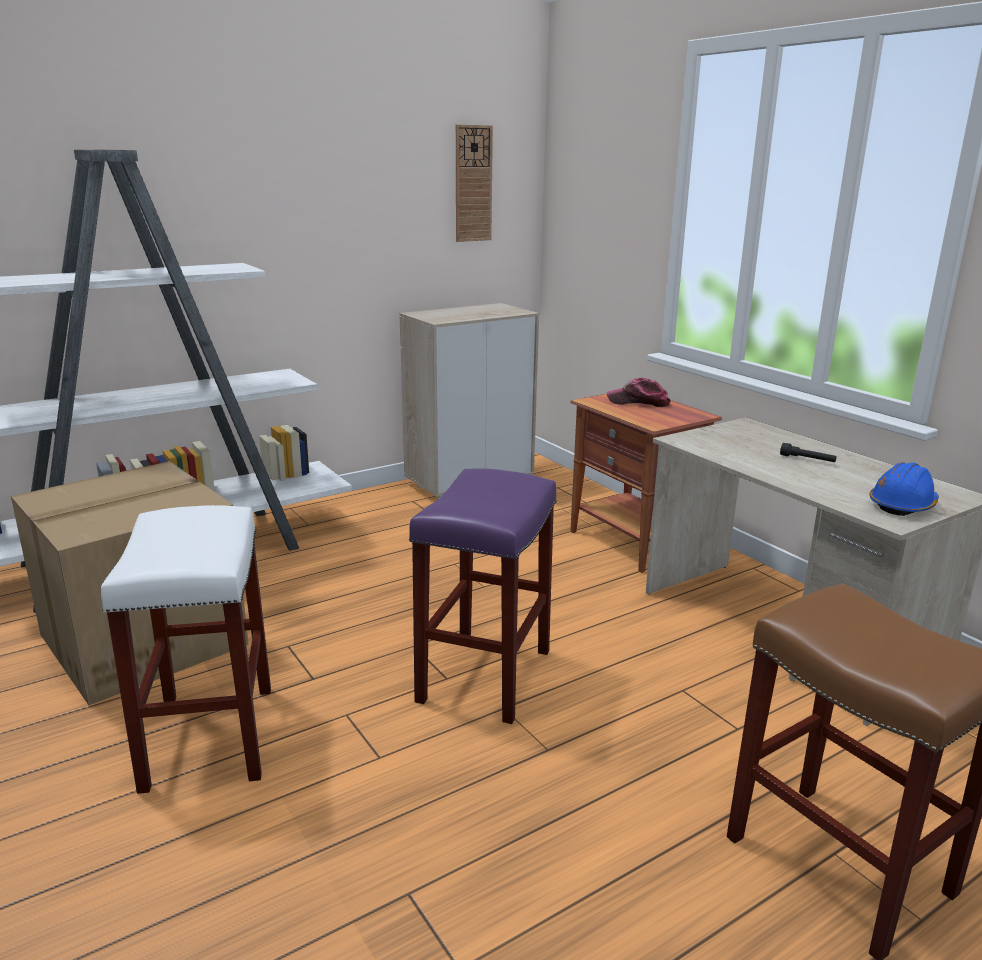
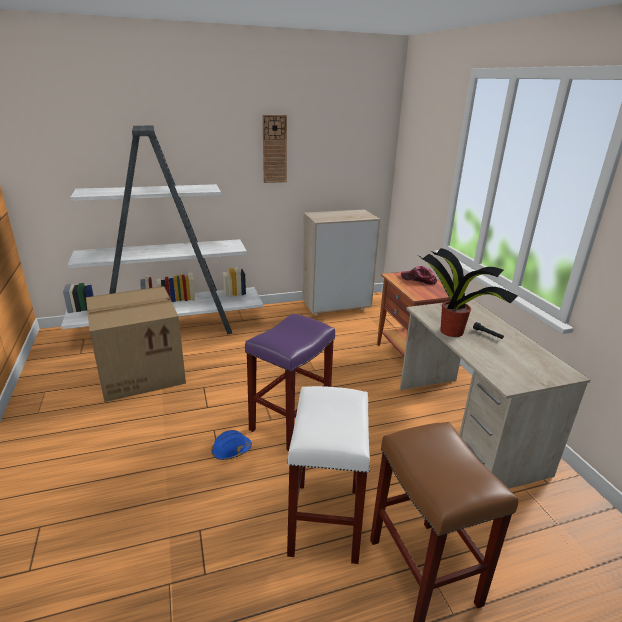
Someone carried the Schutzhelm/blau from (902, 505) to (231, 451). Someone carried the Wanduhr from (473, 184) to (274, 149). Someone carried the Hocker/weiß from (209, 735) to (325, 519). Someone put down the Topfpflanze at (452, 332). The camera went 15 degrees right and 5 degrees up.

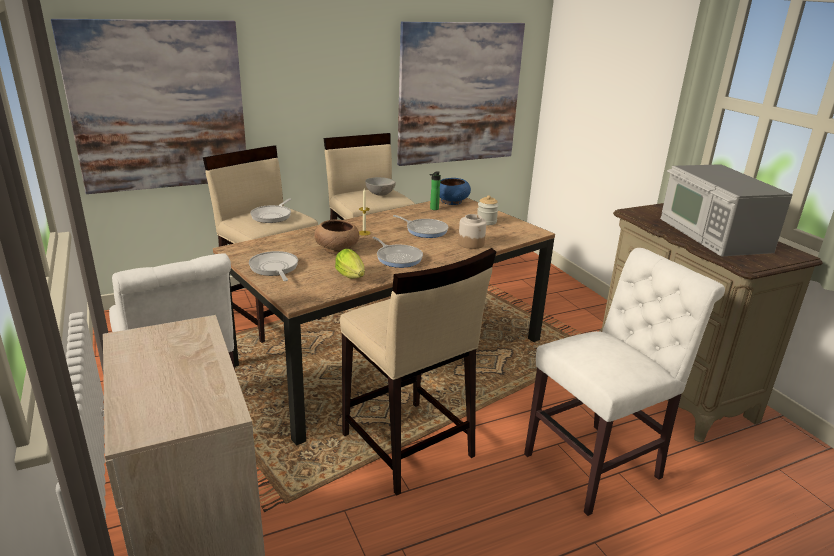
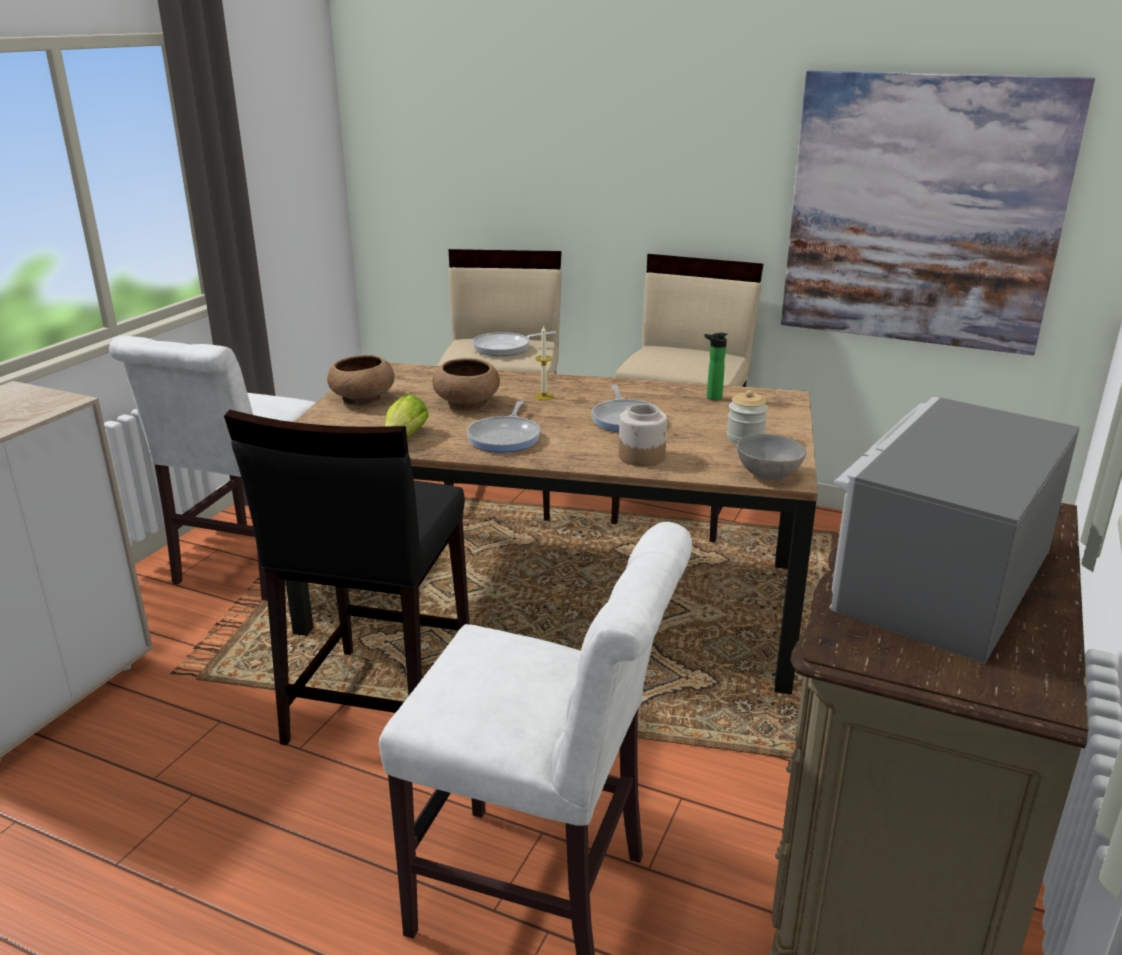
Someone repainted the Hocker/beige at (407, 446), which became the Hocker/schwarz at (378, 706). Someone swapped the Pfanne at (274, 268) for the Schüssel/braun at (362, 399). Someone carried the Schüssel/grau from (380, 194) to (769, 474). Someone took away the Bild at (159, 107). Someone took away the Schüssel/blau at (451, 202). The camera went 50 degrees right and 0 degrees up.

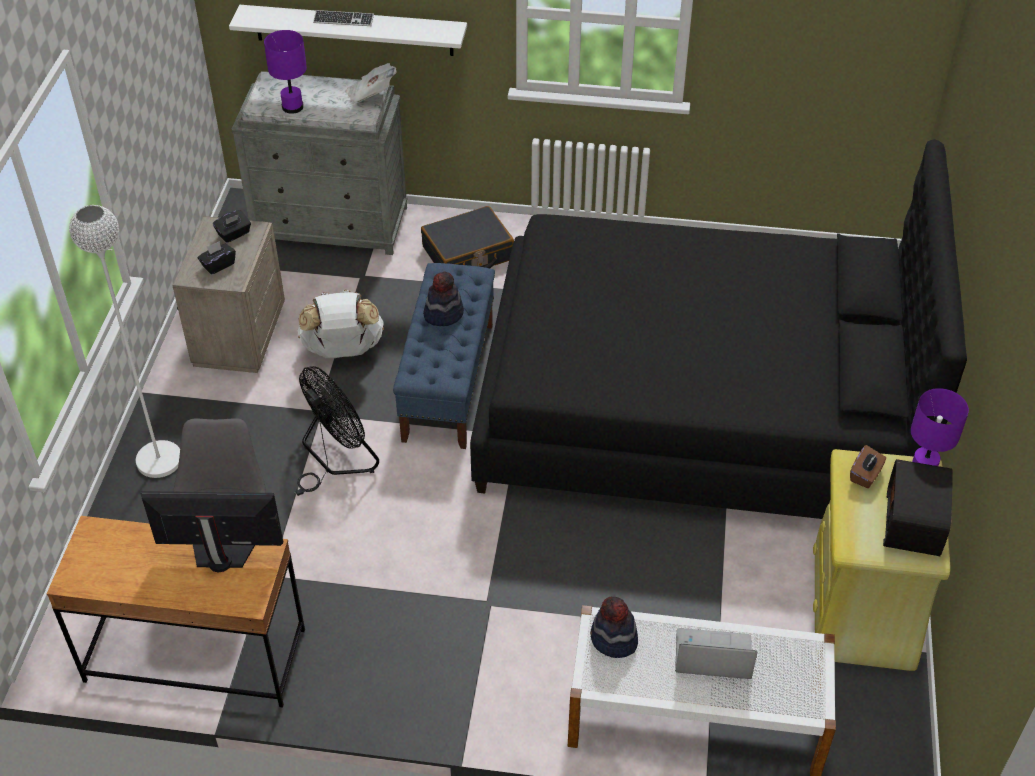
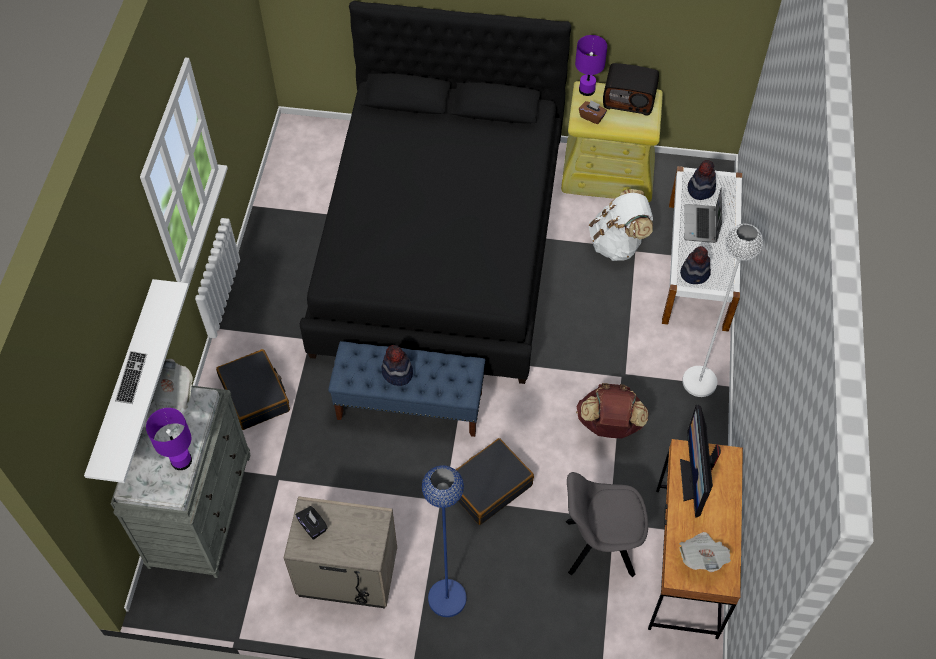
Someone put down the Stehlampe/blau at (447, 599). Someone swapped the Ventilator/schwarz at (330, 455) for the Koffer/schwarz at (489, 486). Someone put down the Rucksack/braun at (609, 425). Someone carried the Rucksack/weiß from (343, 350) to (617, 244). Someone put down the Zeitung at (702, 557). Someone carried the Stehlampe/weiß from (159, 460) to (699, 382). Someone put down the Hut at (700, 189). Someone took away the Taschentuchbox/schwarz at (218, 265). The camera went 90 degrees left and 10 degrees up.

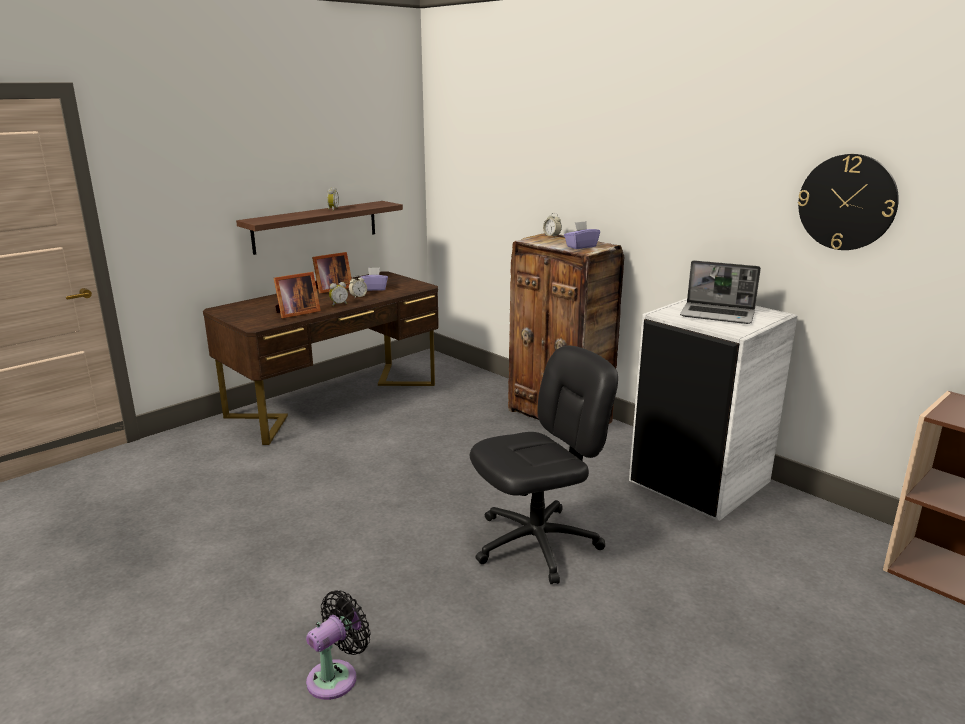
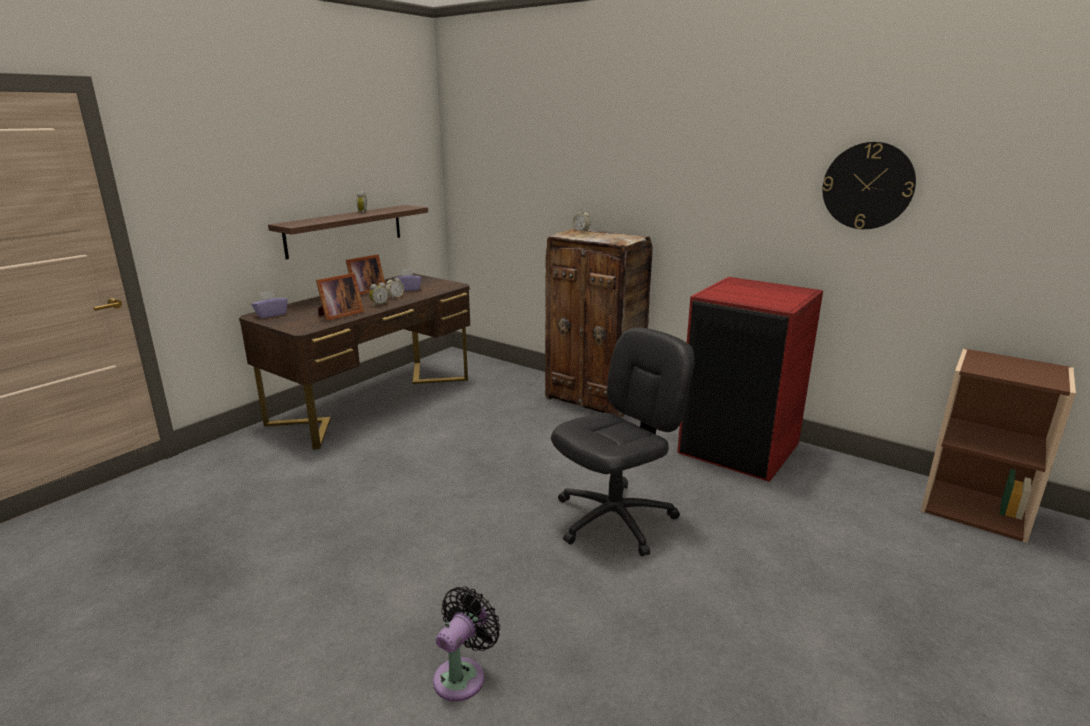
Someone carried the Taschentuchbox/lila from (581, 246) to (271, 314). Someone repainted the Schrank/weiß at (699, 482), which became the Schrank/rot at (739, 448). Someone took away the Laptop at (718, 315). The camera went 10 degrees left and 0 degrees up.

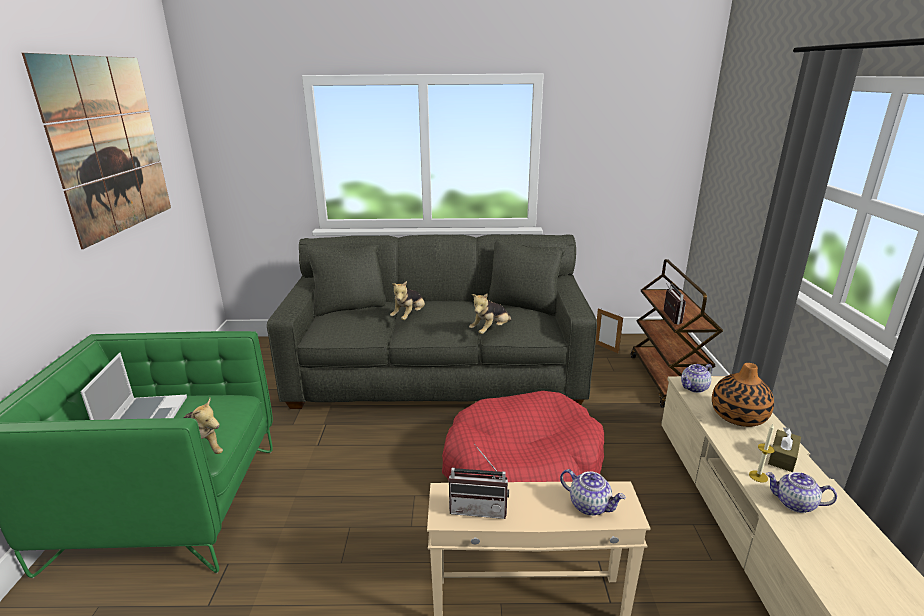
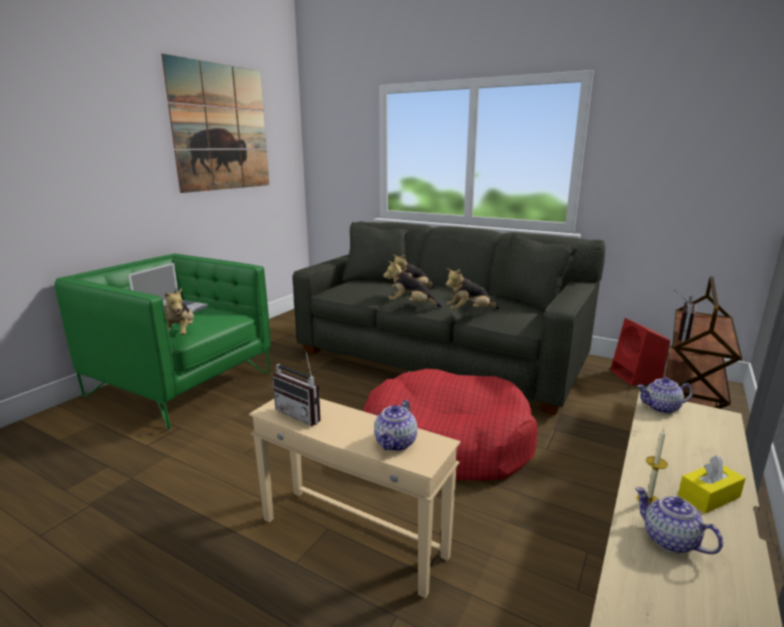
Someone rotated the Teekanne at (590, 505) by 45 degrees clockwise. Someone put down the Plüschtier at (411, 305). Someone swapped the Bilderrahmen at (606, 348) for the Lautsprecher/rot at (636, 377). Someone repainted the Taschentuchbox/braun at (782, 457), which became the Taschentuchbox/gelb at (708, 496). Someone took away the Vase at (738, 416). The camera went 30 degrees right and 5 degrees down.

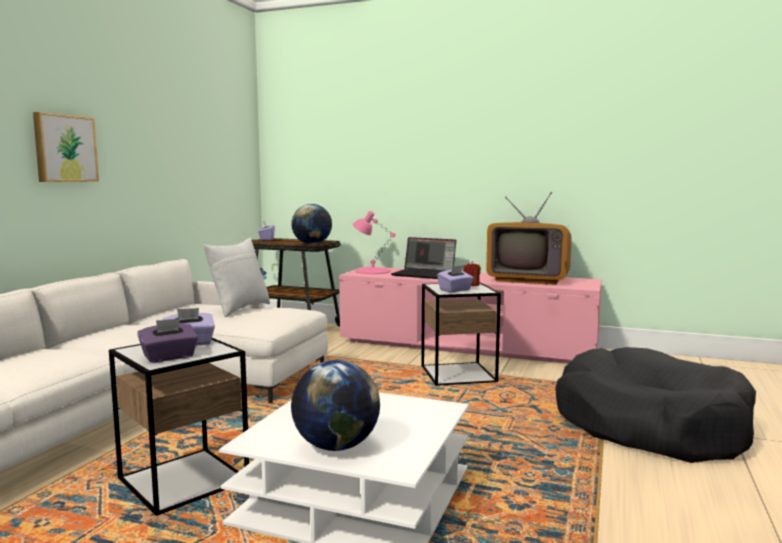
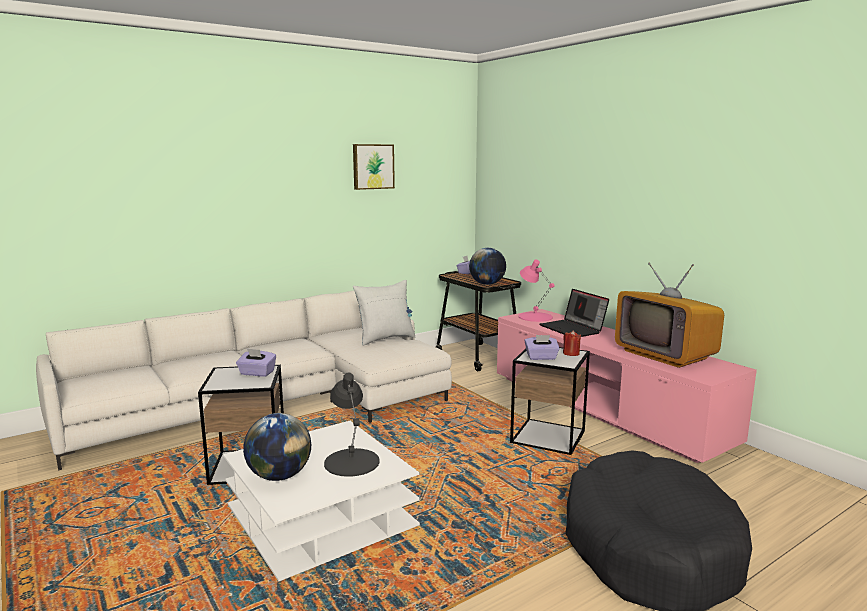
Someone put down the Tischlampe/schwarz at (352, 462). Someone carried the Bild from (64, 148) to (372, 166). Someone took away the Taschentuchbox/lila at (169, 357). The camera went 35 degrees right and 5 degrees up.

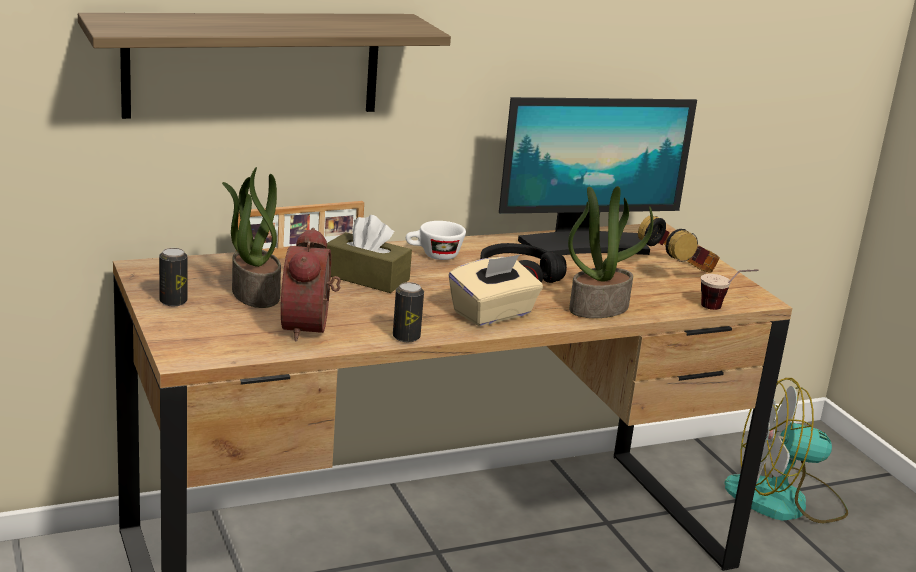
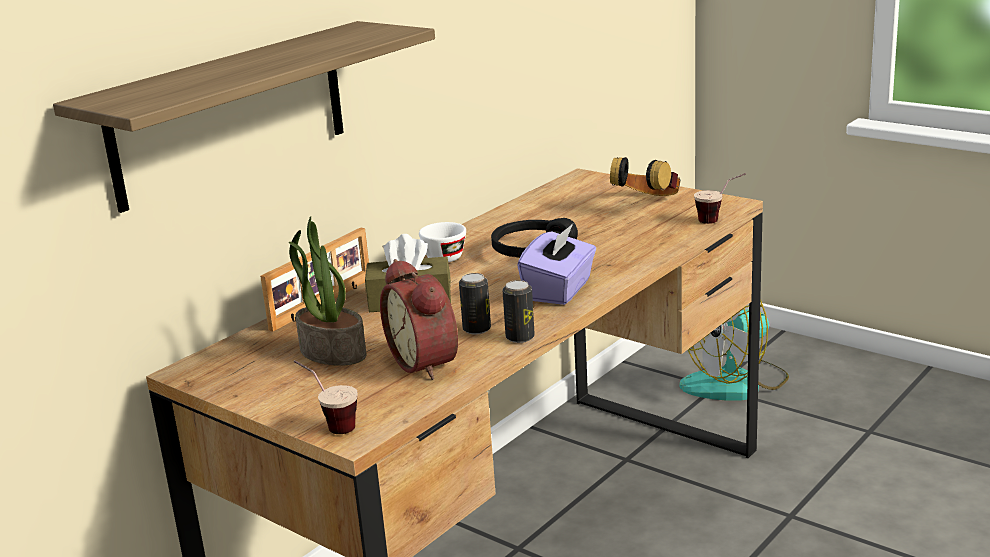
Someone put down the Tasse at (329, 425). Someone carried the Dose from (173, 301) to (477, 329). Someone repainted the Taschentuchbox/beige at (493, 314), which became the Taschentuchbox/lila at (559, 290). Someone took away the Monitor at (584, 245). Someone took away the Topfpflanze at (598, 307). The camera went 25 degrees left and 0 degrees up.

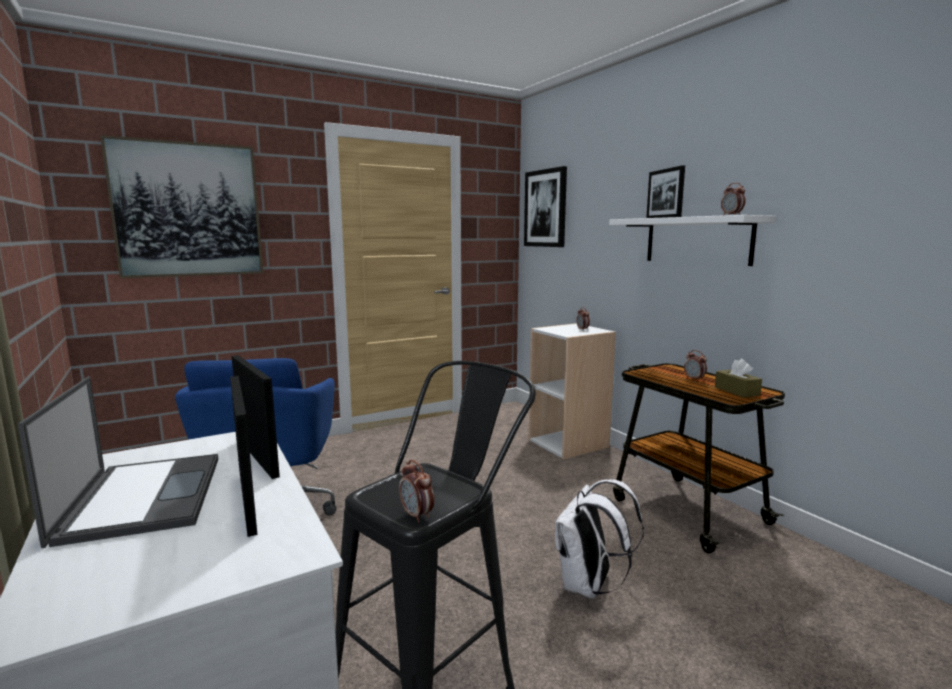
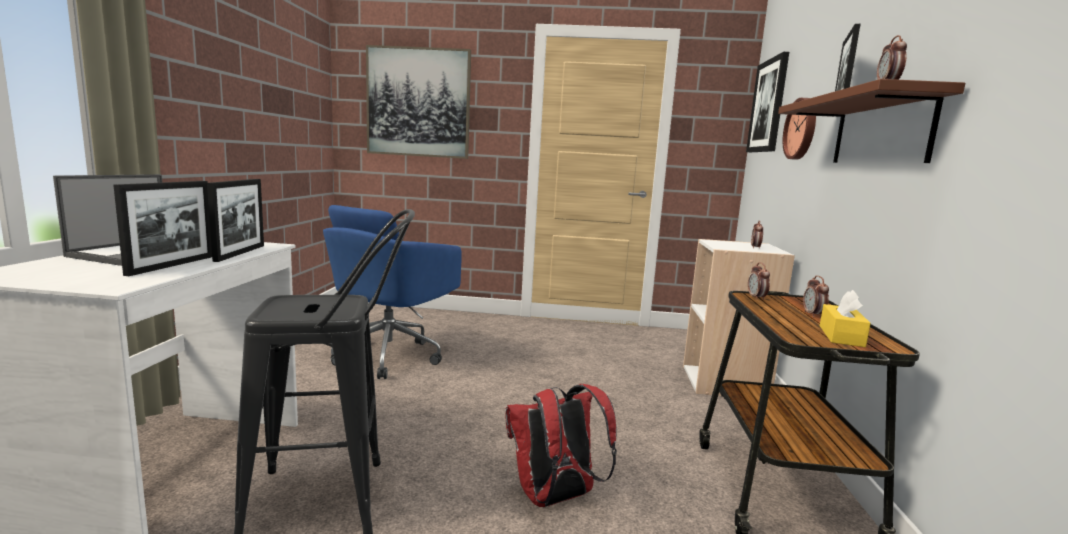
Someone repainted the Rucksack/weiß at (589, 586), which became the Rucksack/rot at (555, 498). Someone carried the Wecker from (417, 515) to (756, 298). Someone repainted the Wandregal/weiß at (697, 240), which became the Wandregal/braun at (880, 131). Someone put up the Wanduhr at (802, 129). Someone repainted the Taschentuchbox/braun at (736, 391), which became the Taschentuchbox/gelb at (841, 336). The camera went 35 degrees right and 0 degrees up.

